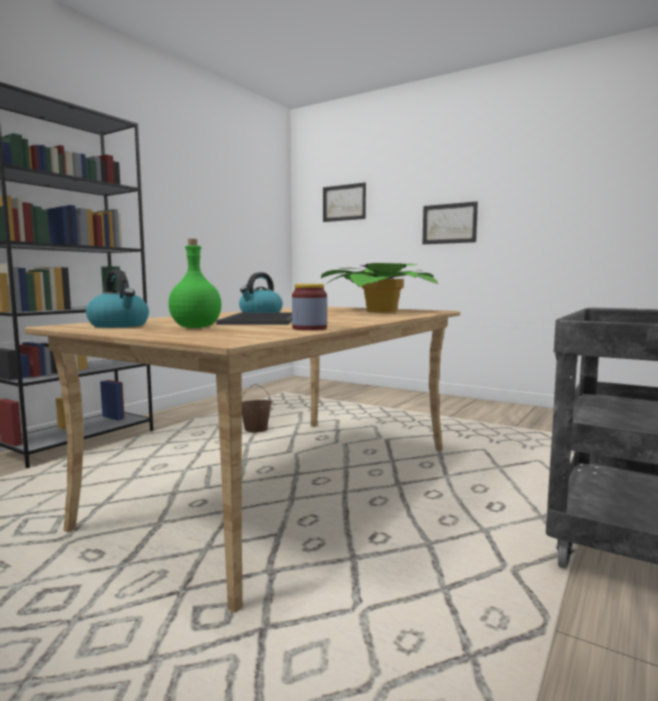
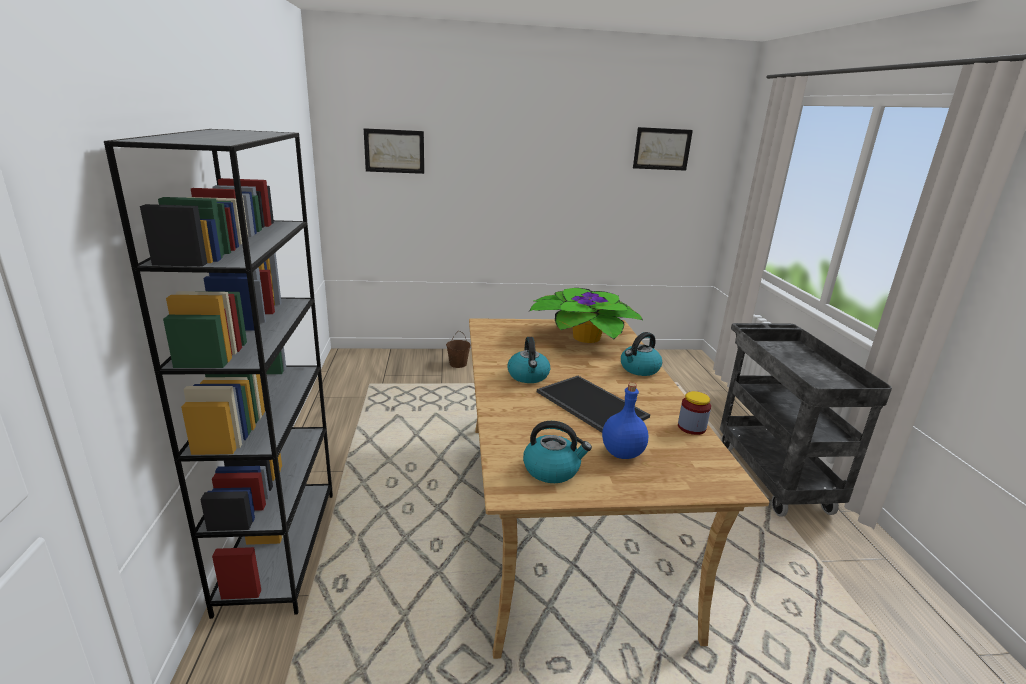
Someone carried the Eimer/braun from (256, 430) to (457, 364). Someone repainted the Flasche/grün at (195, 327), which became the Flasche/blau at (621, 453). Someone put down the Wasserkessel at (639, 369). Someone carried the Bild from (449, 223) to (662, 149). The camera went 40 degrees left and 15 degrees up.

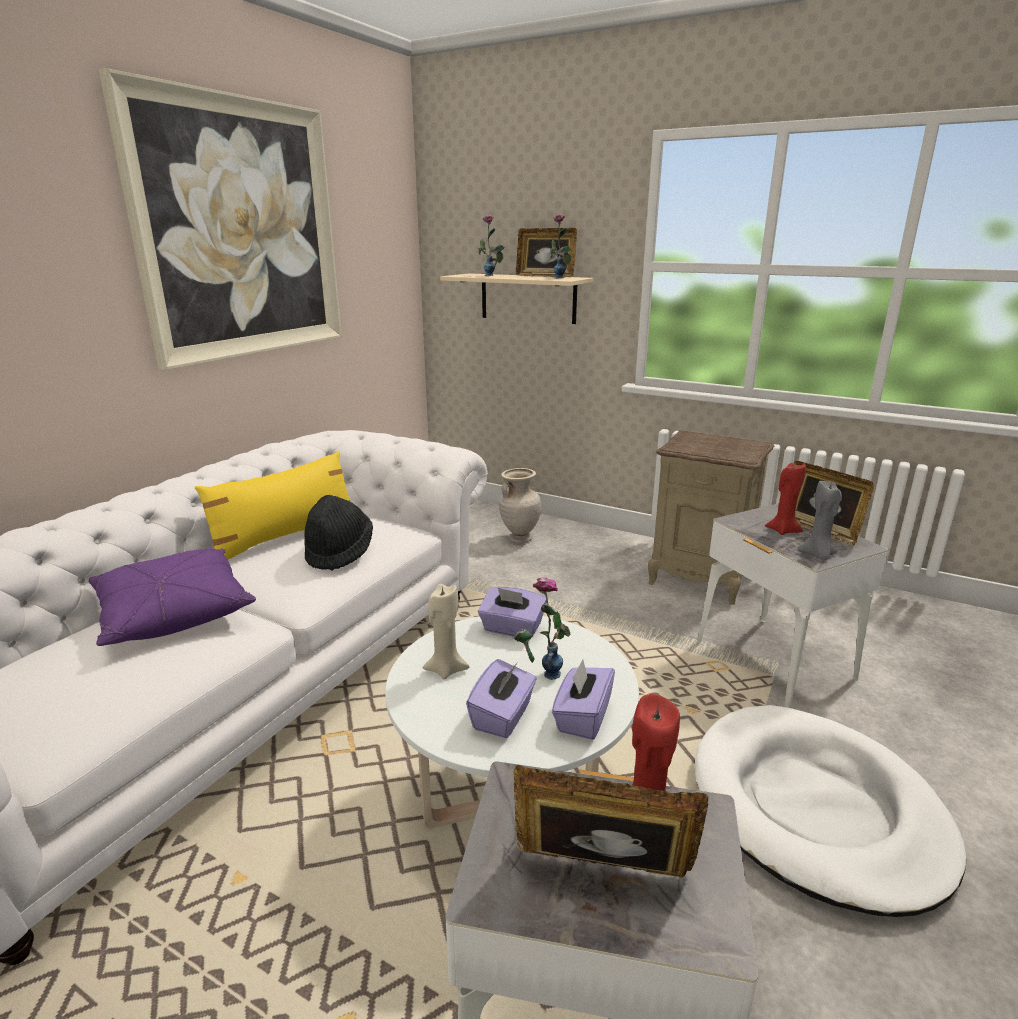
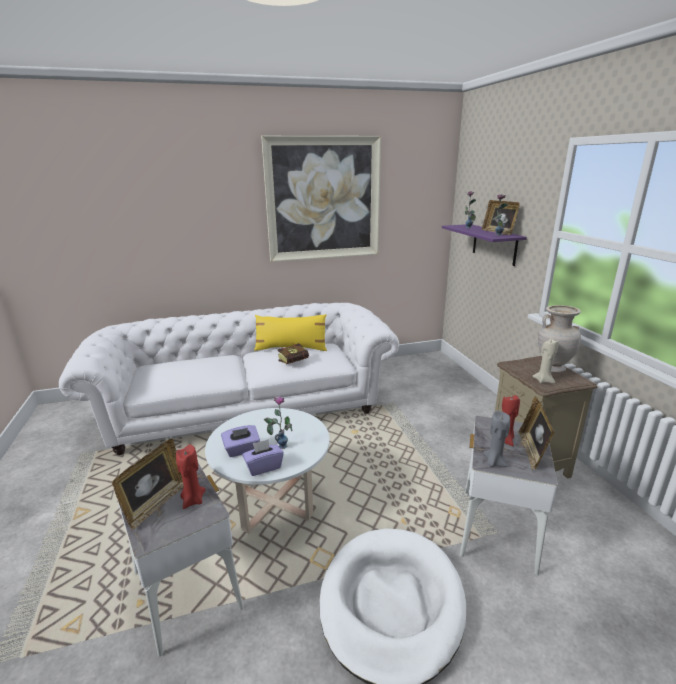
Someone rotated the Bilderrahmen at (601, 875) by 60 degrees clockwise. Someone swapped the Hut/schwarz at (339, 552) for the Buch at (296, 362). Someone repainted the Wandregal/beige at (528, 298), which became the Wandregal/lila at (494, 244). Someone carried the Kerze/beige from (446, 669) to (543, 380). Someone carried the Vase/beige from (519, 538) to (553, 368). Someone took away the Kissen/lila at (173, 613). Someone took away the Taschentuchbox/lila at (512, 629). The camera went 45 degrees right and 0 degrees up.

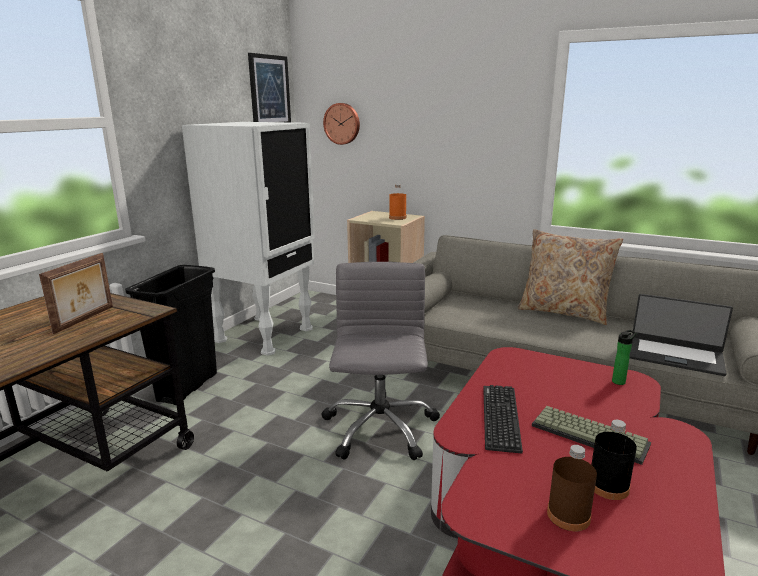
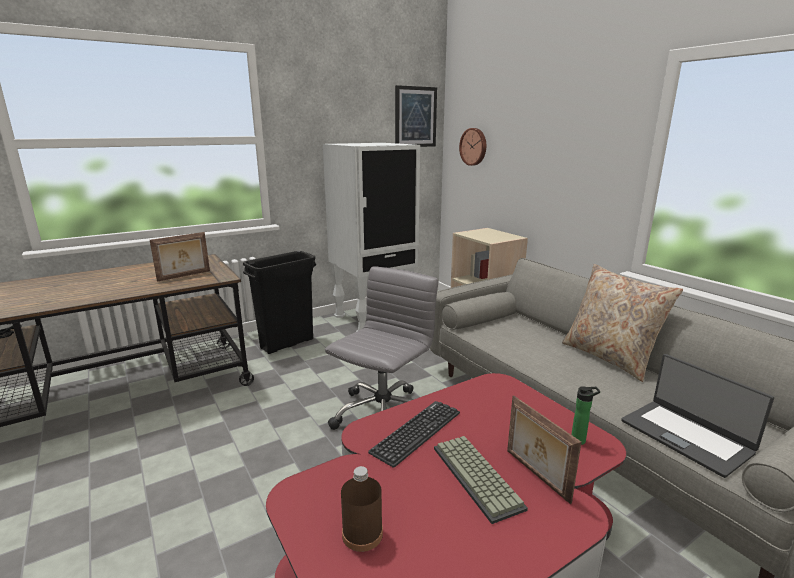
Someone put down the Bilderrahmen at (535, 475). Someone took away the Flasche/orange at (397, 218). Someone took away the Flasche/schwarz at (608, 486). The camera went 30 degrees right and 0 degrees up.

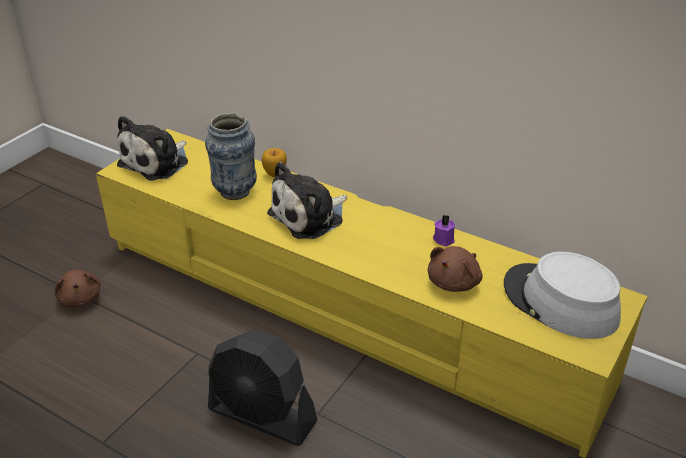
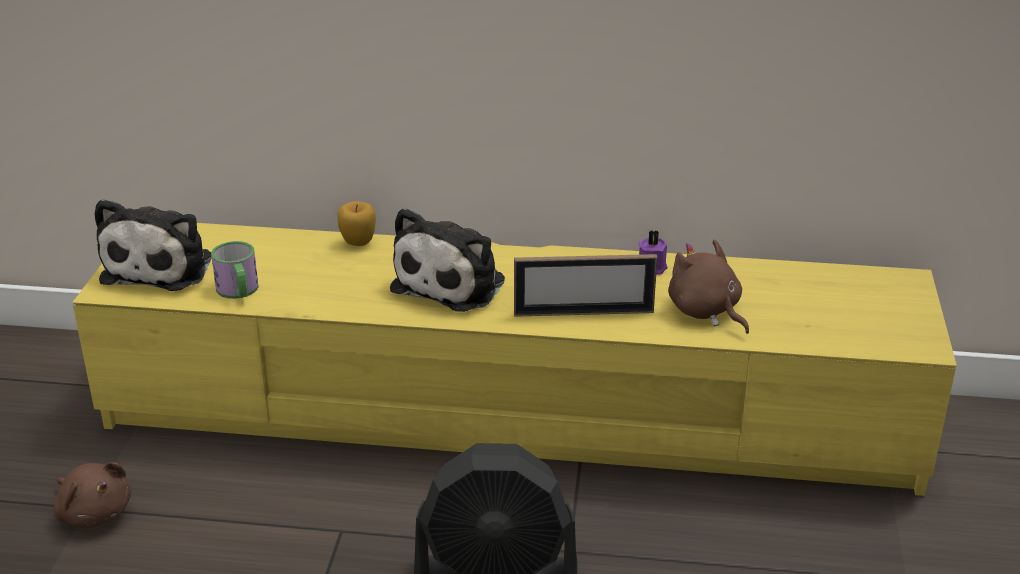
Someone put down the Henkelbecher at (239, 291). Someone put down the Bilderrahmen at (583, 313). Someone rotated the Plüschtier/braun at (455, 282) by 135 degrees clockwise. Someone took away the Vase at (235, 192). Someone took away the Hut/grau at (559, 302). The camera went 25 degrees left and 5 degrees down.

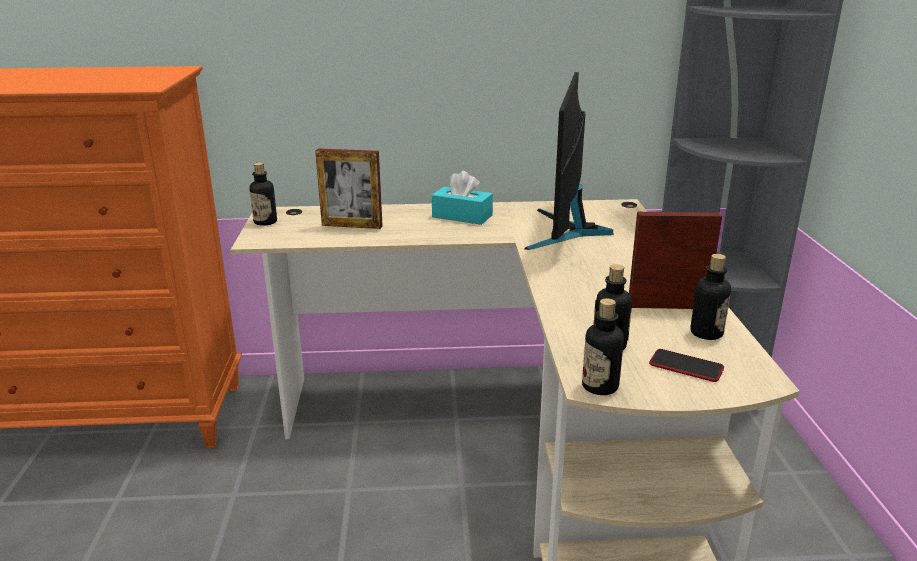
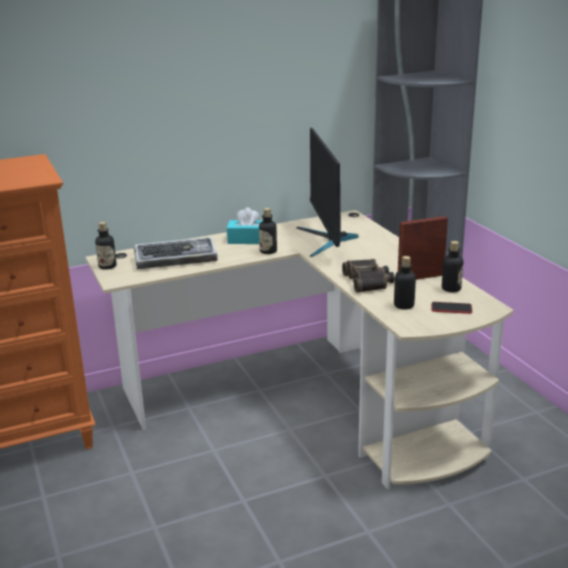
Someone swapped the Bilderrahmen at (352, 225) for the Tastatur at (177, 259). Someone carried the Flasche from (600, 386) to (268, 251). Someone put down the Fernglas at (368, 281). The camera went 20 degrees left and 0 degrees up.

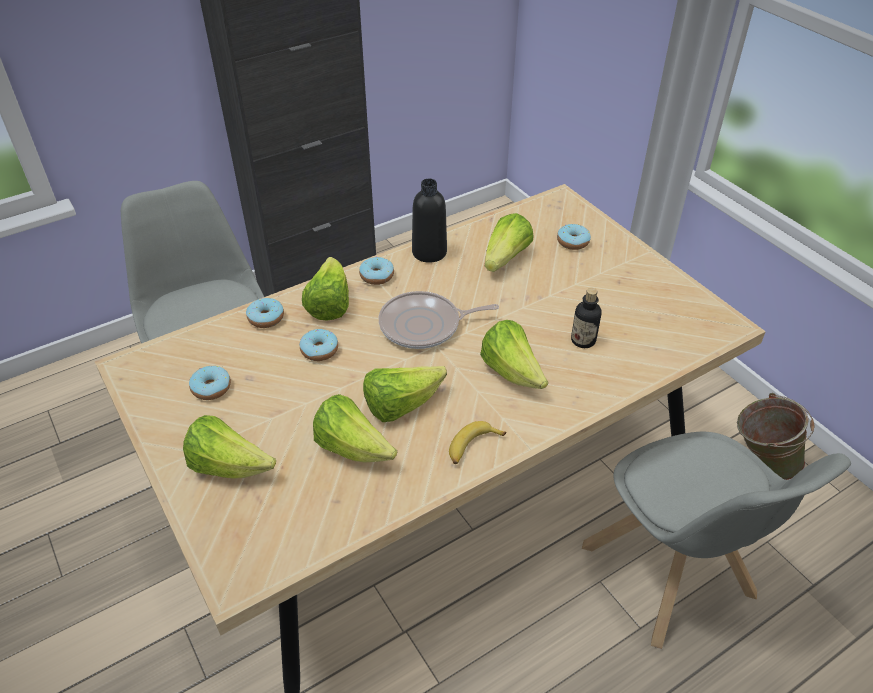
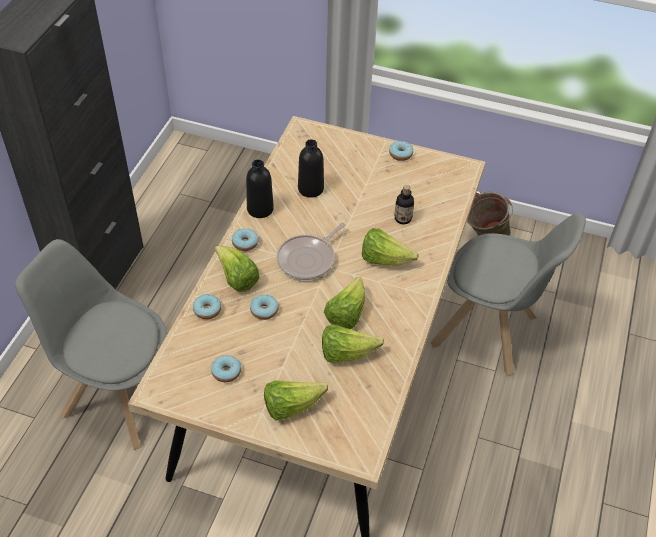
Someone swapped the Salatkopf at (506, 259) for the Flasche/schwarz at (310, 189). Someone carried the Donut from (573, 242) to (400, 154). Someone took away the Banane at (472, 447). The camera went 40 degrees left and 5 degrees up.

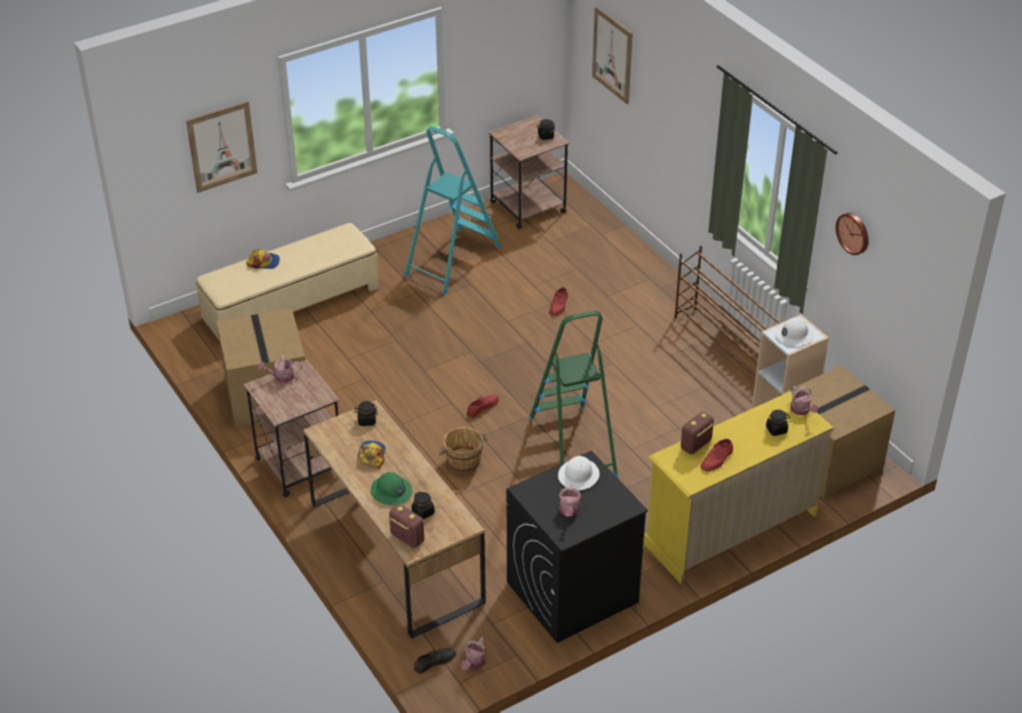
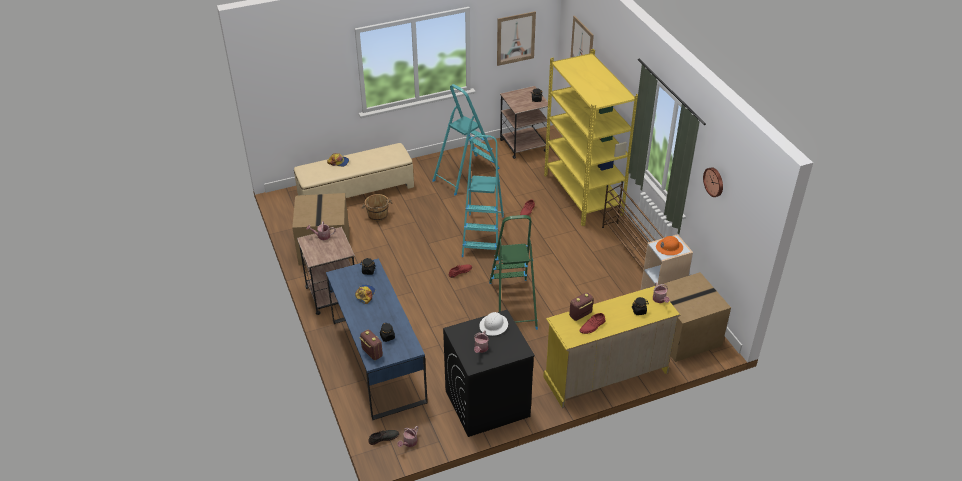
Someone repainted the Schreibtisch/braun at (396, 552), which became the Schreibtisch/blau at (378, 360). Someone carried the Eimer/braun from (464, 462) to (378, 215). Someone put down the Trittleiter/türkis at (483, 236). Someone carried the Bild from (222, 146) to (515, 38). Someone put down the Bücherregal/gelb at (583, 194). Someone repainted the Schutzhelm/weiß at (793, 335), which became the Schutzhelm/orange at (669, 247). Someone took away the Schutzhelm/grün at (391, 491). The camera went 10 degrees right and 0 degrees up.

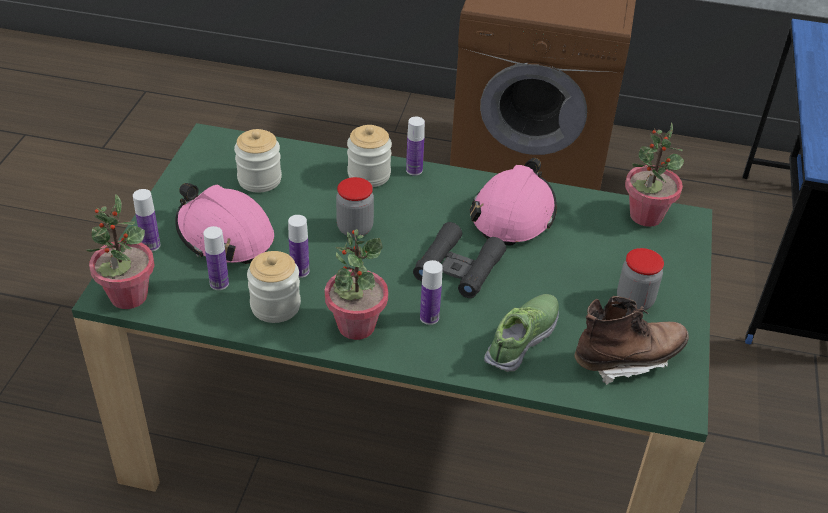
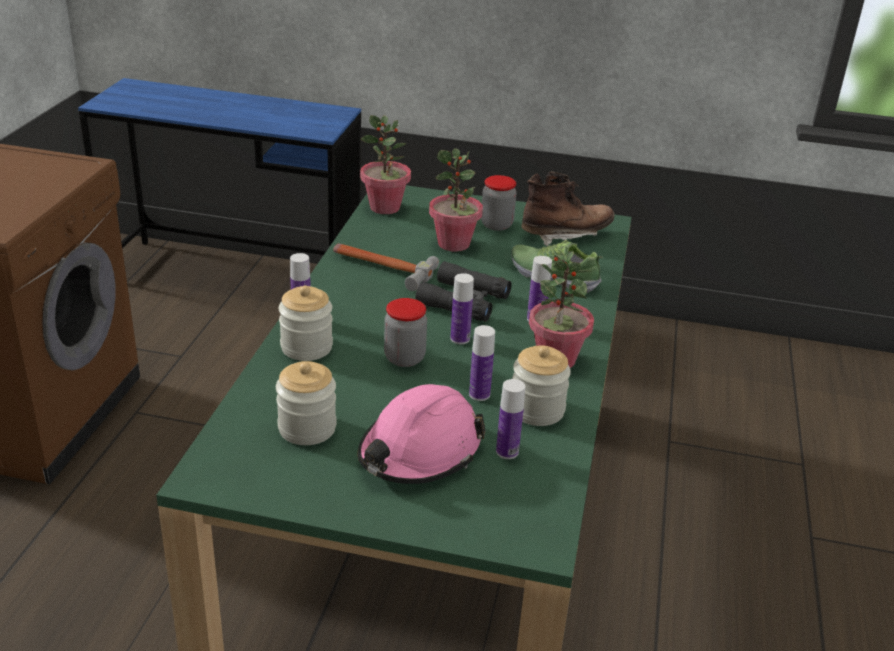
Someone swapped the Schutzhelm/rosa at (513, 214) for the Hammer at (381, 267). Someone carried the Topfpflanze from (128, 296) to (454, 244). Someone carried the Flasche from (151, 245) to (460, 339). Someone rotated the Stiefel/braun at (627, 360) by 90 degrees clockwise. The camera went 90 degrees left and 10 degrees down.

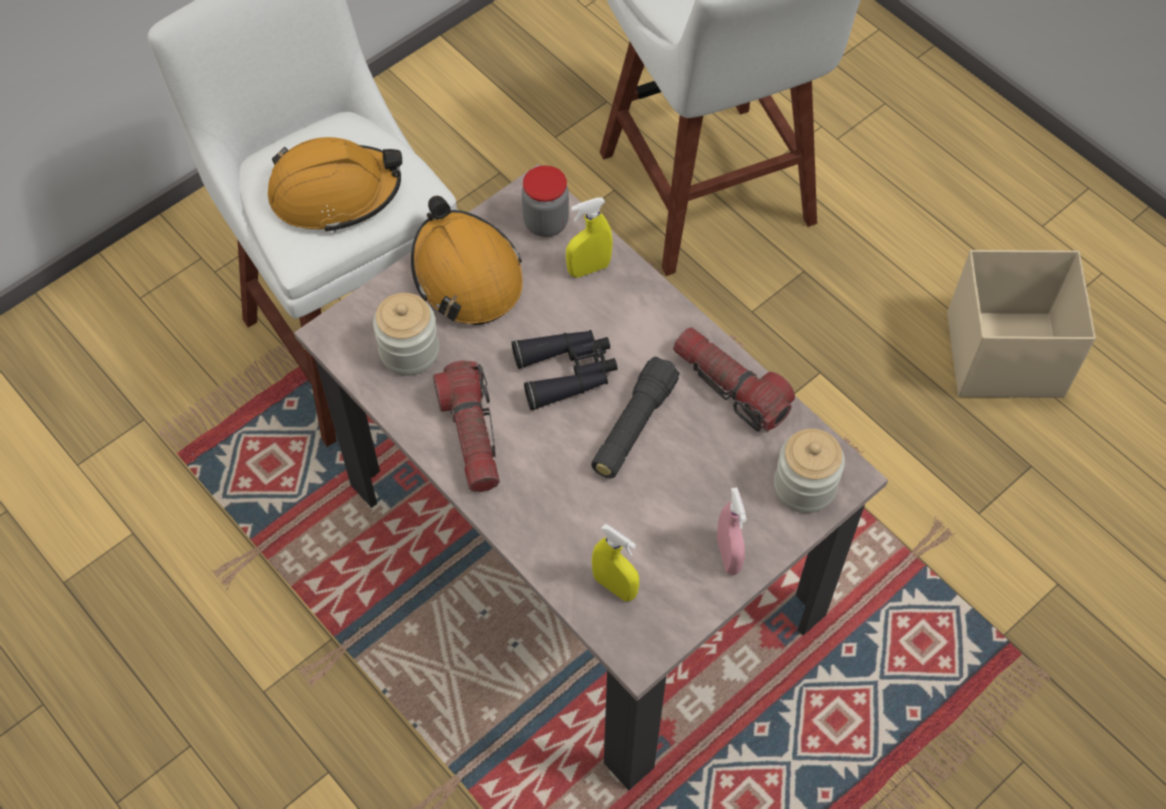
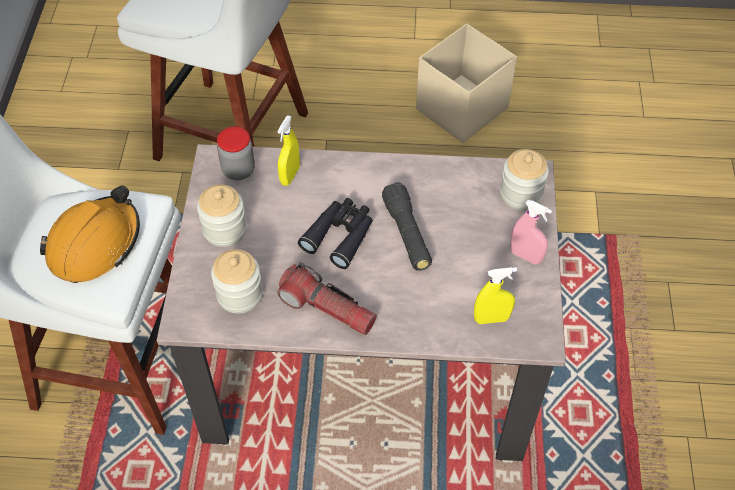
Someone swapped the Schutzhelm/orange at (466, 274) for the Vorratsglas at (225, 229). Someone took away the Taschenlampe at (730, 386). The camera went 45 degrees left and 5 degrees down.

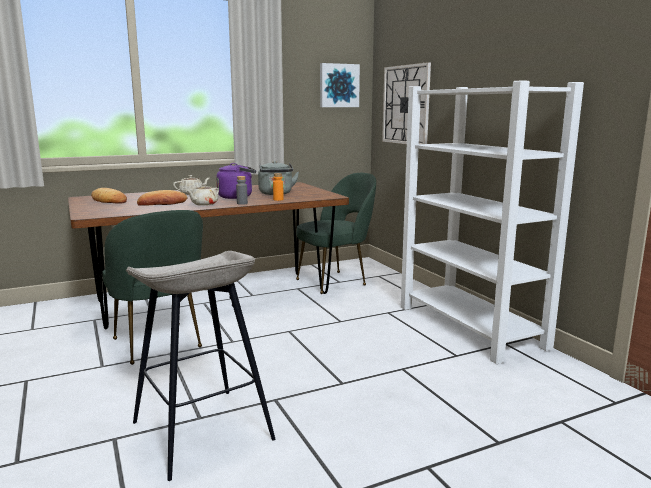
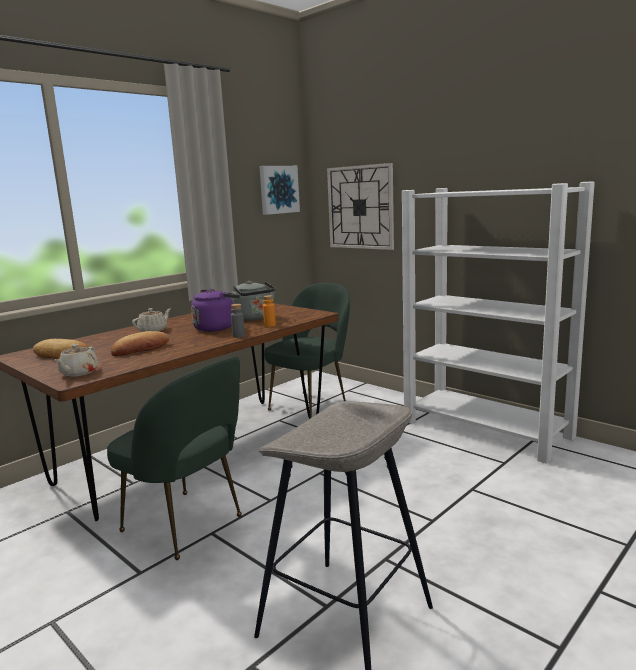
Someone carried the Teekanne/beige from (204, 204) to (78, 373). The camera went 20 degrees left and 0 degrees up.

